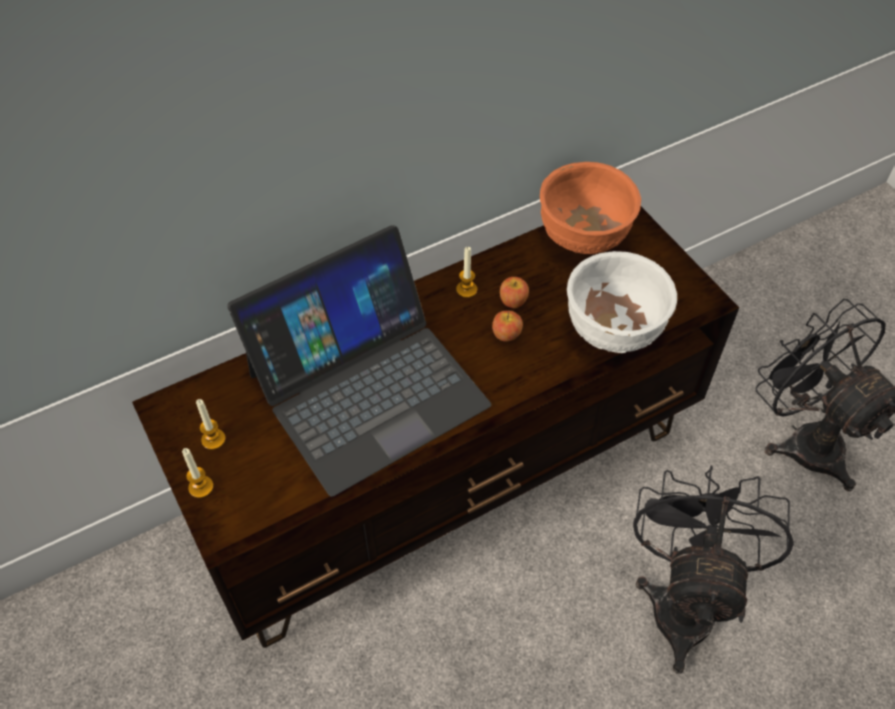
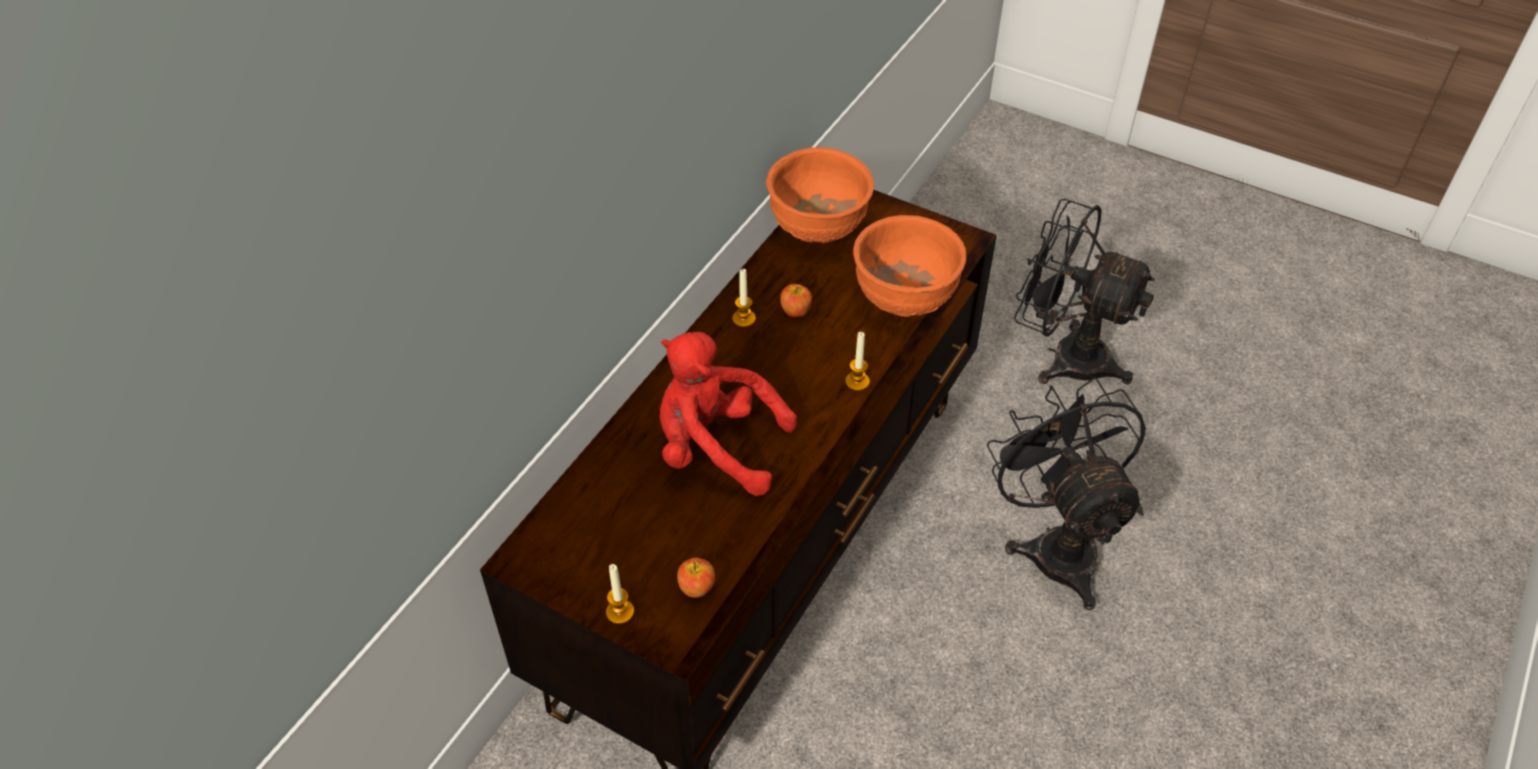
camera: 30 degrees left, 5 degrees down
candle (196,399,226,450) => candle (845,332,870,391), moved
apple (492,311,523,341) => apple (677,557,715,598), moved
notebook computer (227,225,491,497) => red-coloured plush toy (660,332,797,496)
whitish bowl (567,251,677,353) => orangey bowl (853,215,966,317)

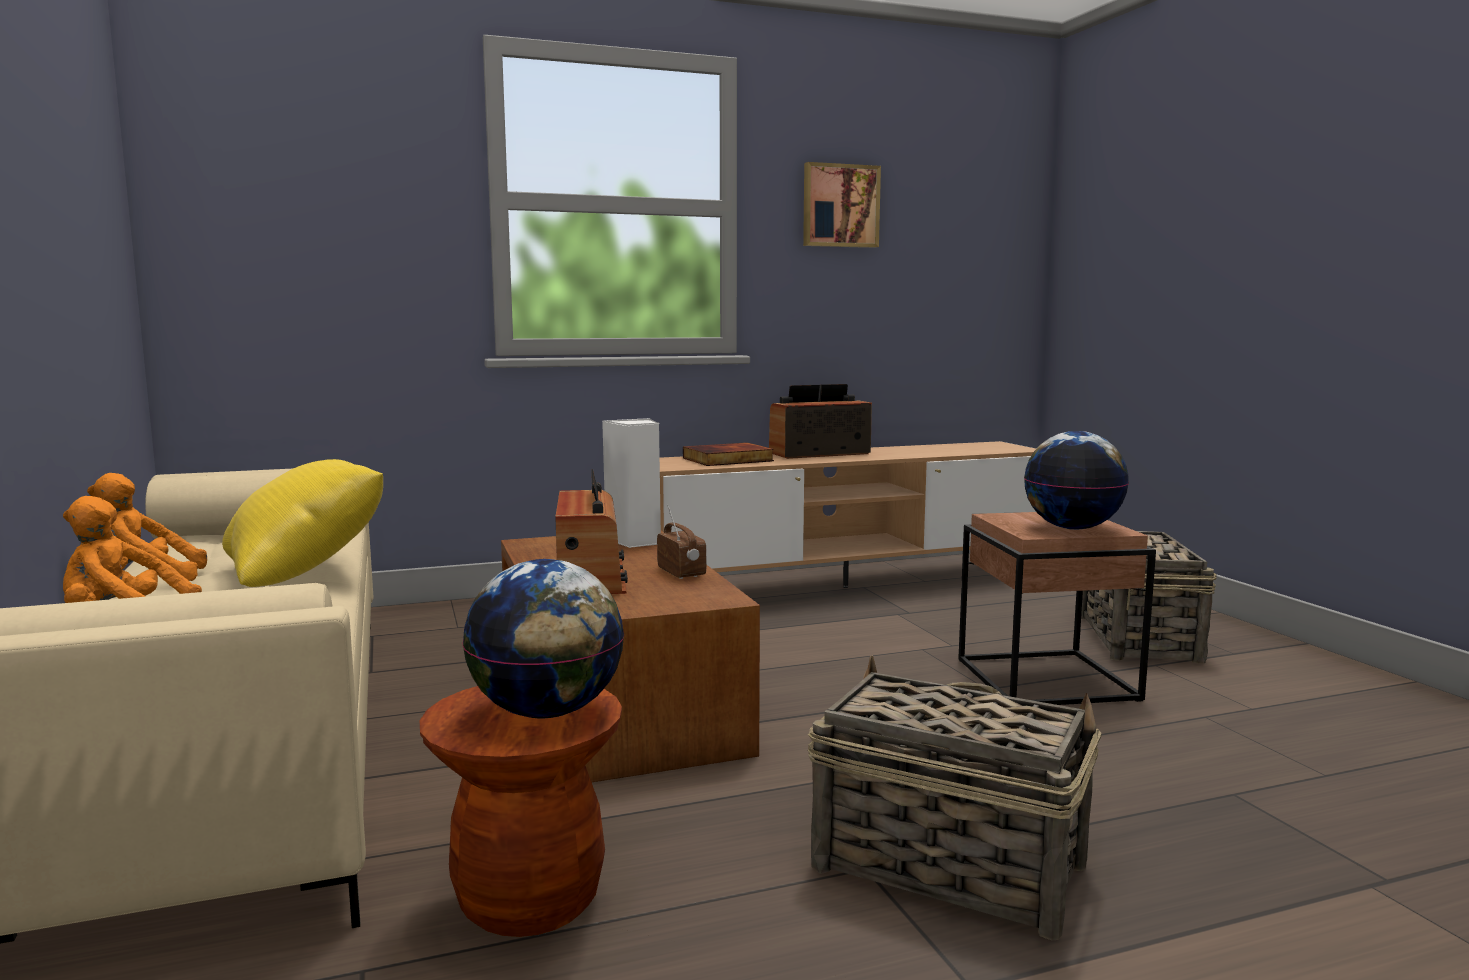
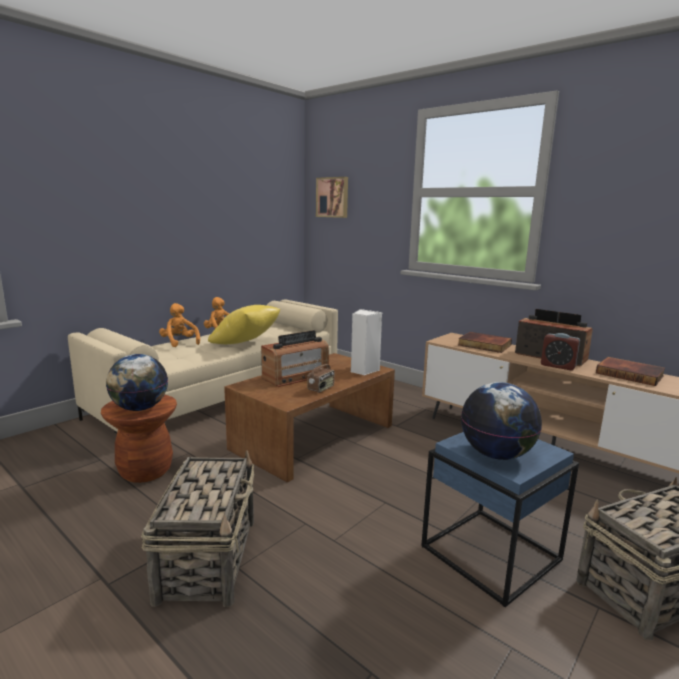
camera: 60 degrees right, 5 degrees up
nothing => bedside clock (541,333,580,370)
nothing => bound book (596,357,665,386)
wall art (803,162,881,248) => wall art (316,177,348,218), moved
brown-coloured accent table (958,512,1156,705) => blue accent table (421,432,579,607)

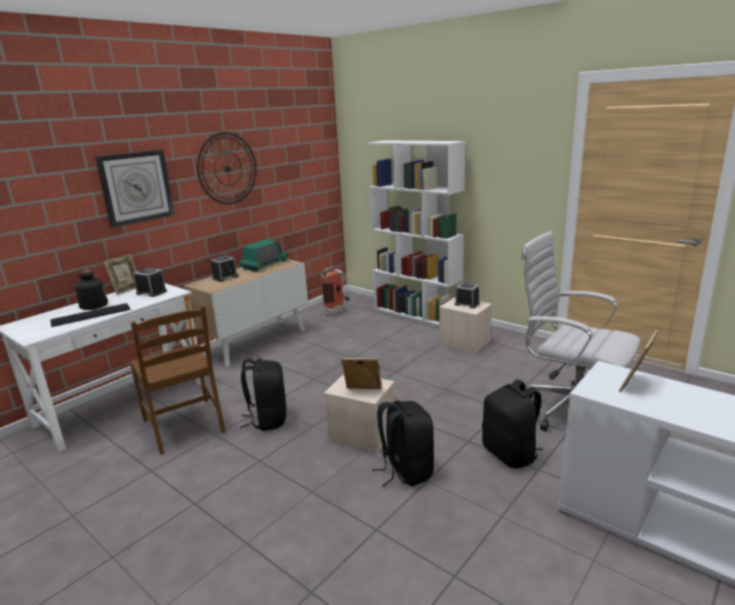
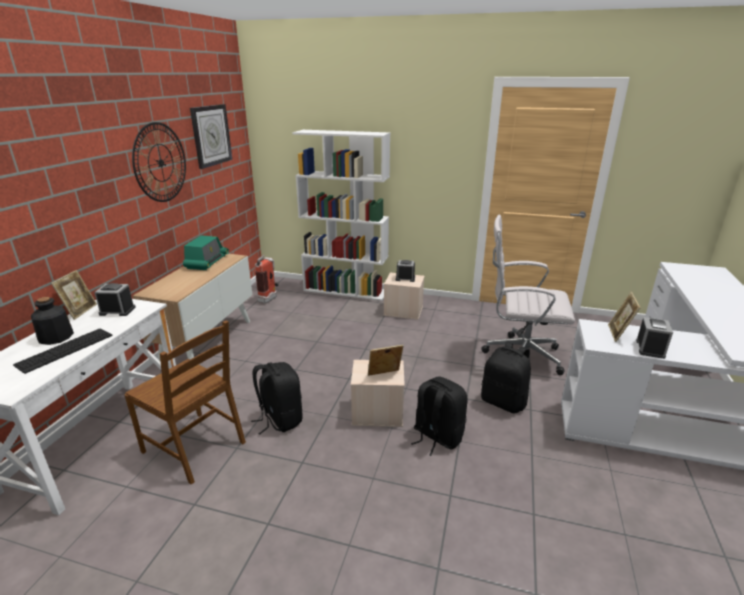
camera: 25 degrees left, 5 degrees up
hanging clock (95,150,175,228) => hanging clock (190,104,232,169), moved
bedside clock (211,256,238,282) => bedside clock (636,317,673,359), moved

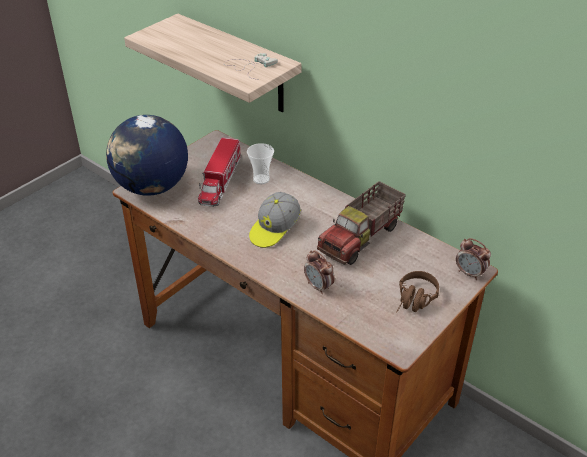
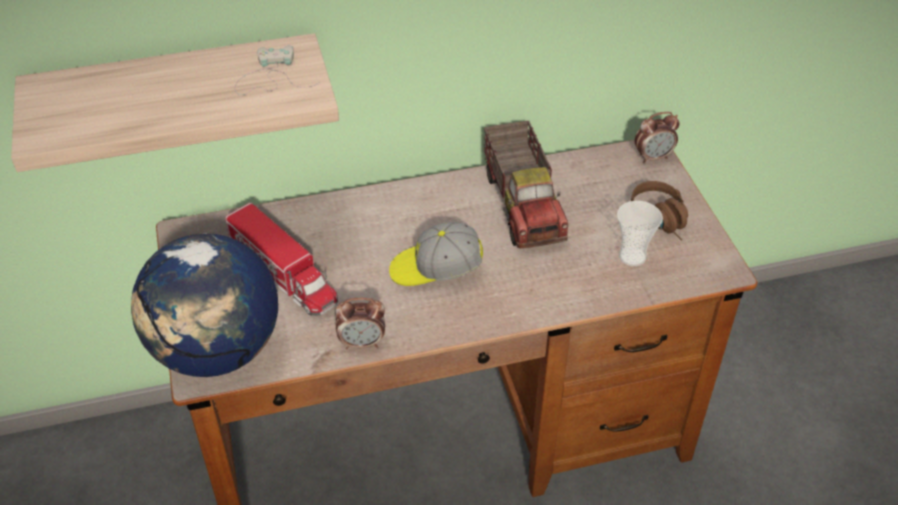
camera: 55 degrees left, 5 degrees up
cup (247,143,274,184) => cup (617,201,663,266), moved
bedside clock (304,250,335,294) => bedside clock (335,297,385,349), moved
peaked cap (249,192,301,248) => peaked cap (389,222,483,286), 105 degrees clockwise

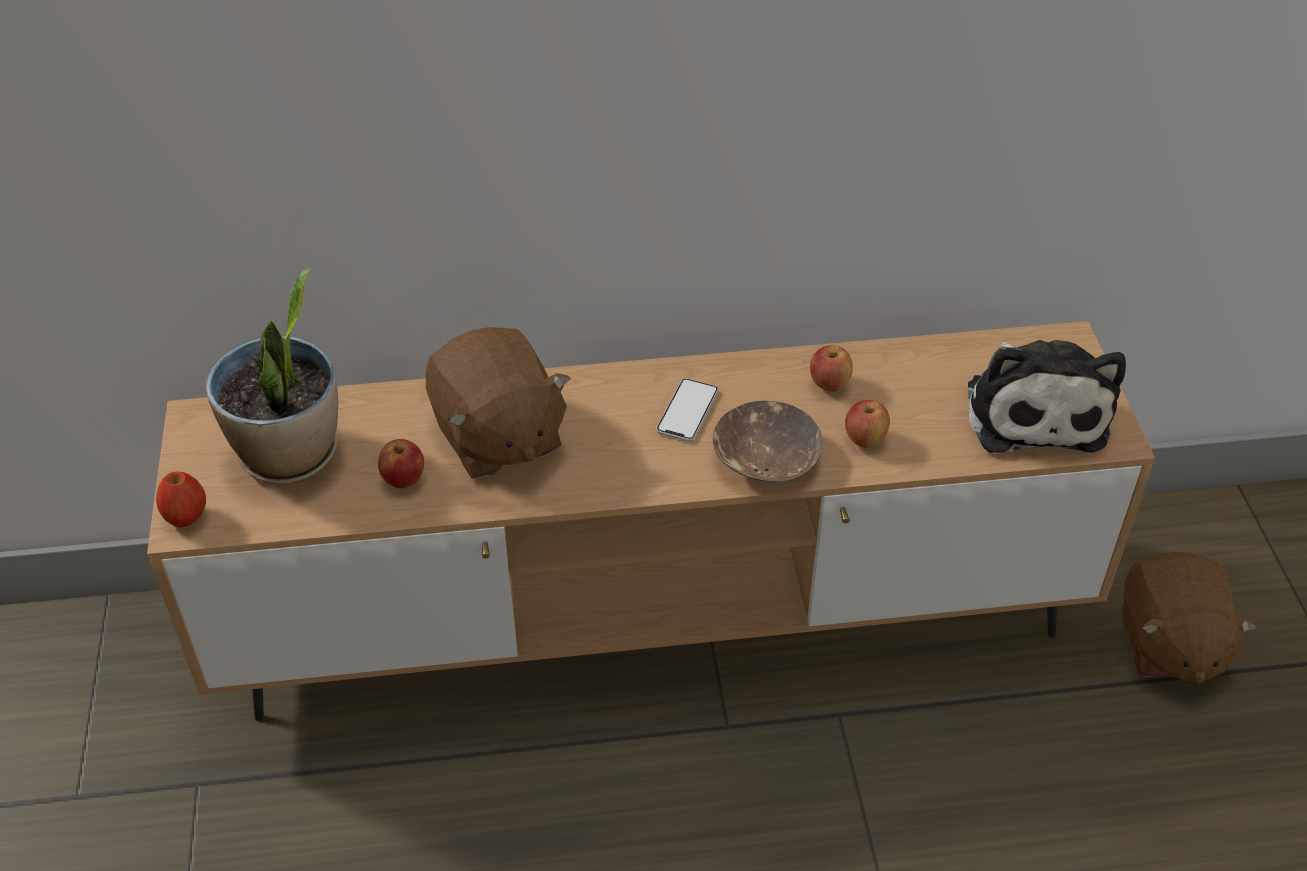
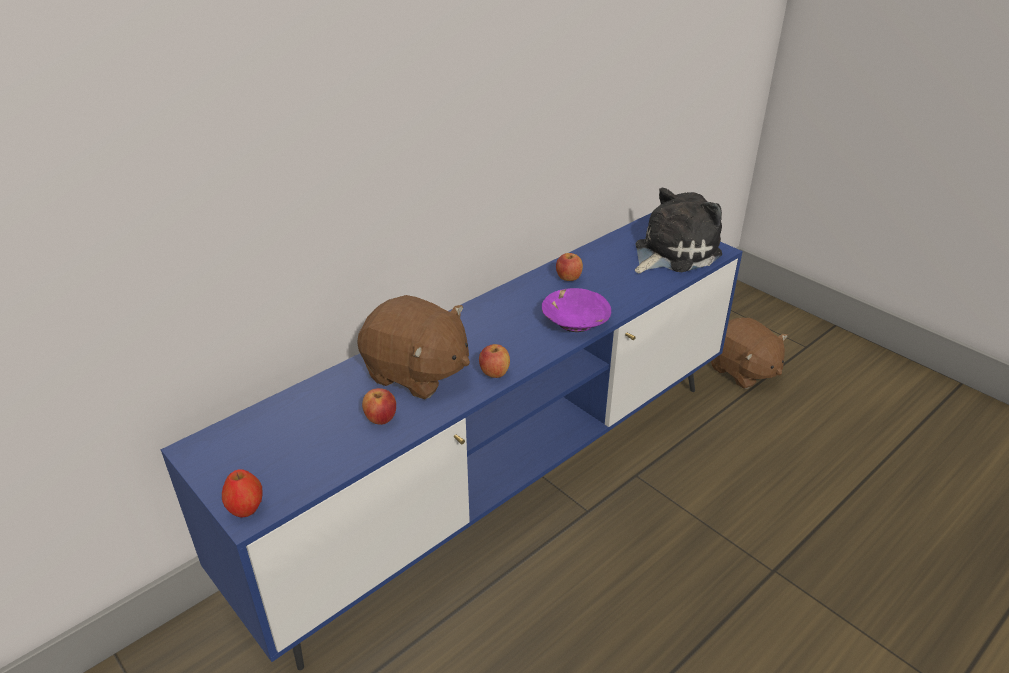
camera: 35 degrees left, 10 degrees down
houseplant (206,269,338,484) => nothing
phone (656,379,719,441) => nothing
apple (845,400,890,448) => apple (479,344,510,378), moved
brown-coloured tv stand (147,321,1155,721) => blue tv stand (161,213,743,670)
brown-coloured bowl (713,401,823,482) => purplish bowl (542,288,611,332)
plush toy (968,340,1126,453) => plush toy (635,188,722,274), 90 degrees counterclockwise

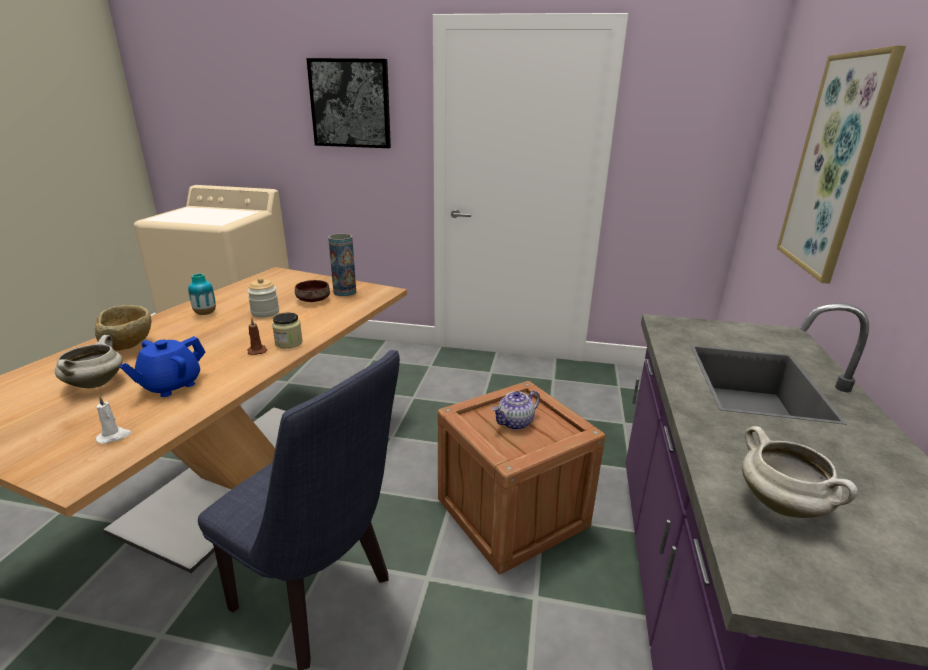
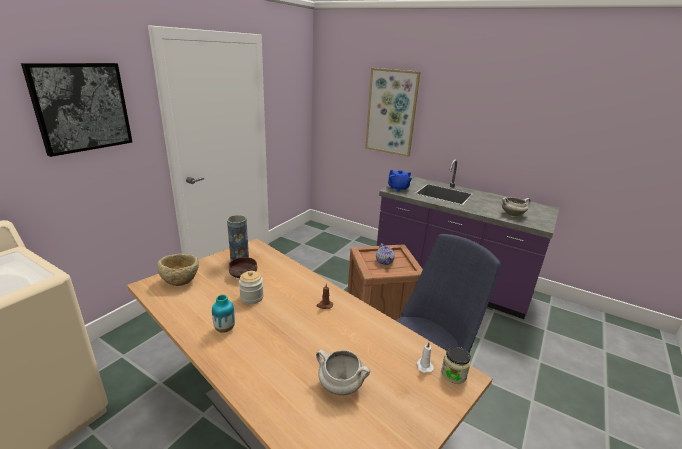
camera: 70 degrees left, 0 degrees up
beige bowl (95,305,152,351) => beige bowl (157,254,199,286), moved
blue tea pot (119,336,205,397) => blue tea pot (388,170,412,192), moved
jar (272,313,303,348) => jar (441,346,471,384), moved

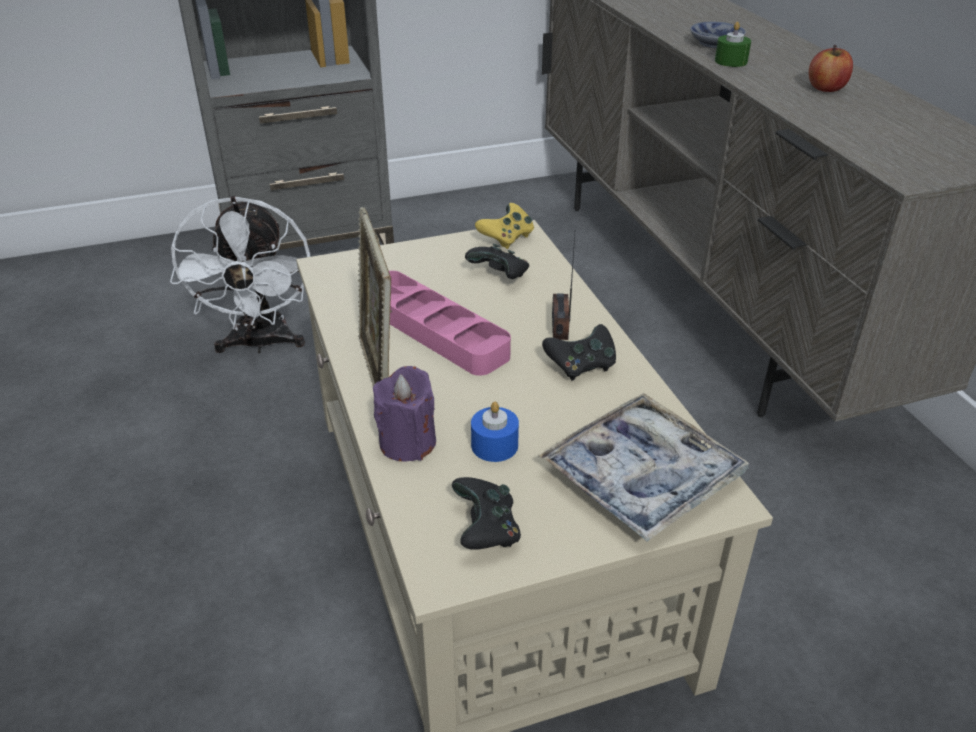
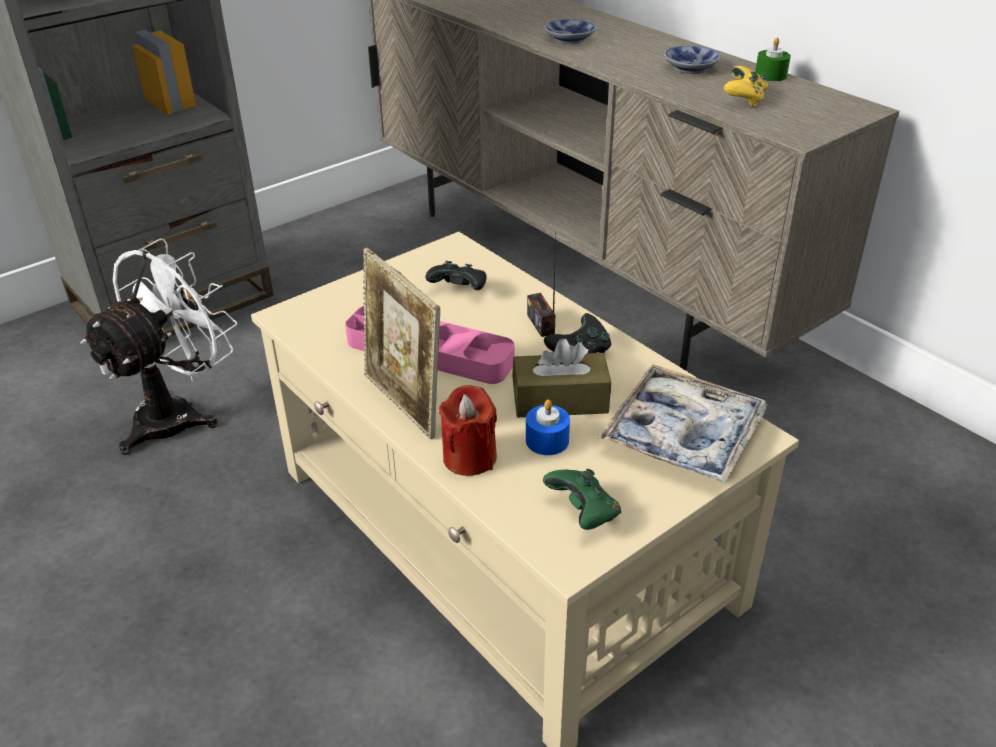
camera: 20 degrees left, 0 degrees up
nothing => brown-coloured tissue holder (512,338,611,417)
yellow joypad (475,203,534,249) => yellow joypad (724,66,768,107), moved
greenish candle (715,22,751,67) => greenish candle (755,38,791,81), moved
apple (809,45,853,92) => bowl (664,45,720,74)
purplish candle (373,366,436,462) => red-coloured candle (439,385,497,476)
blackish joypad (452,477,521,550) => greenish joypad (543,469,622,530)
whitish electric fan (170,196,311,353) => whitish electric fan (80,238,237,455), 120 degrees counterclockwise

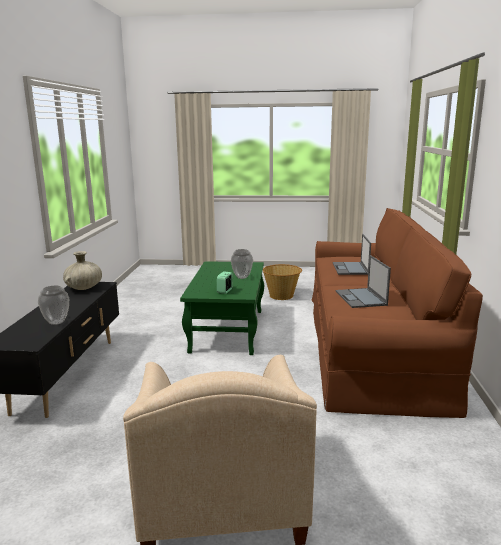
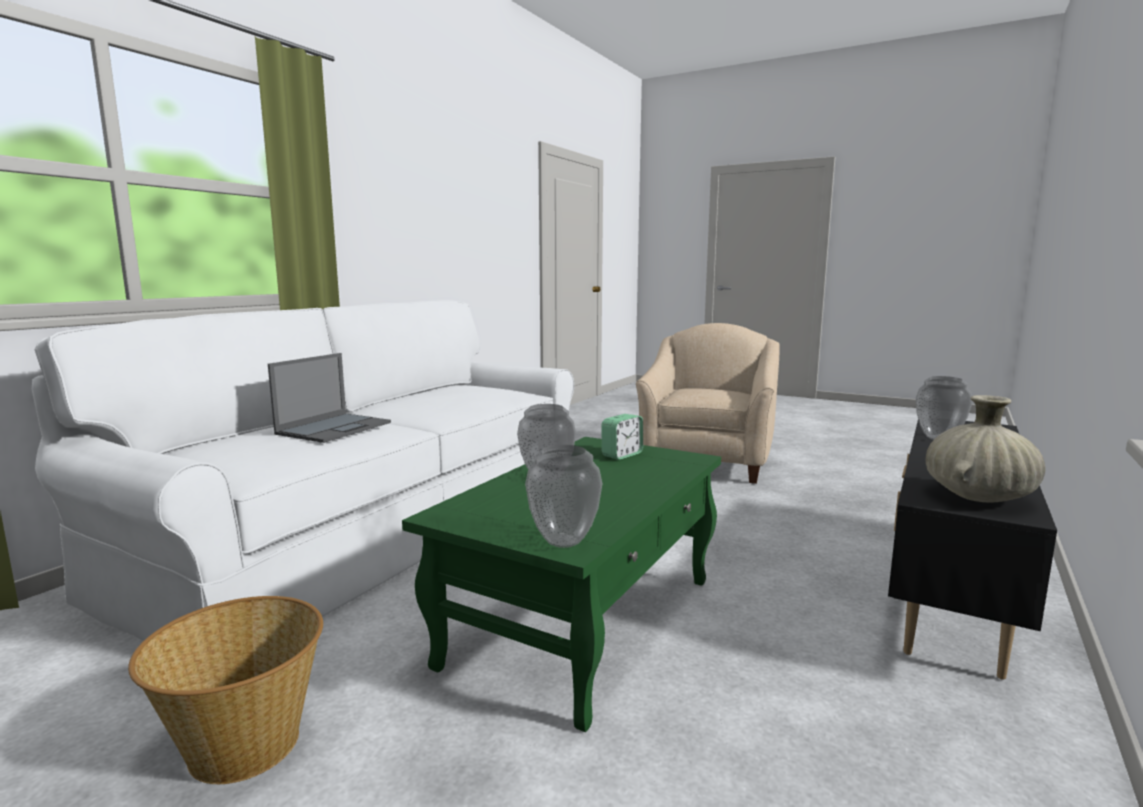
camera: 155 degrees left, 5 degrees down
notebook computer (336,255,391,308) => nothing
nothing => vase (525,445,602,548)
brown-coloured settee (312,208,483,418) => whitish settee (32,300,574,641)

